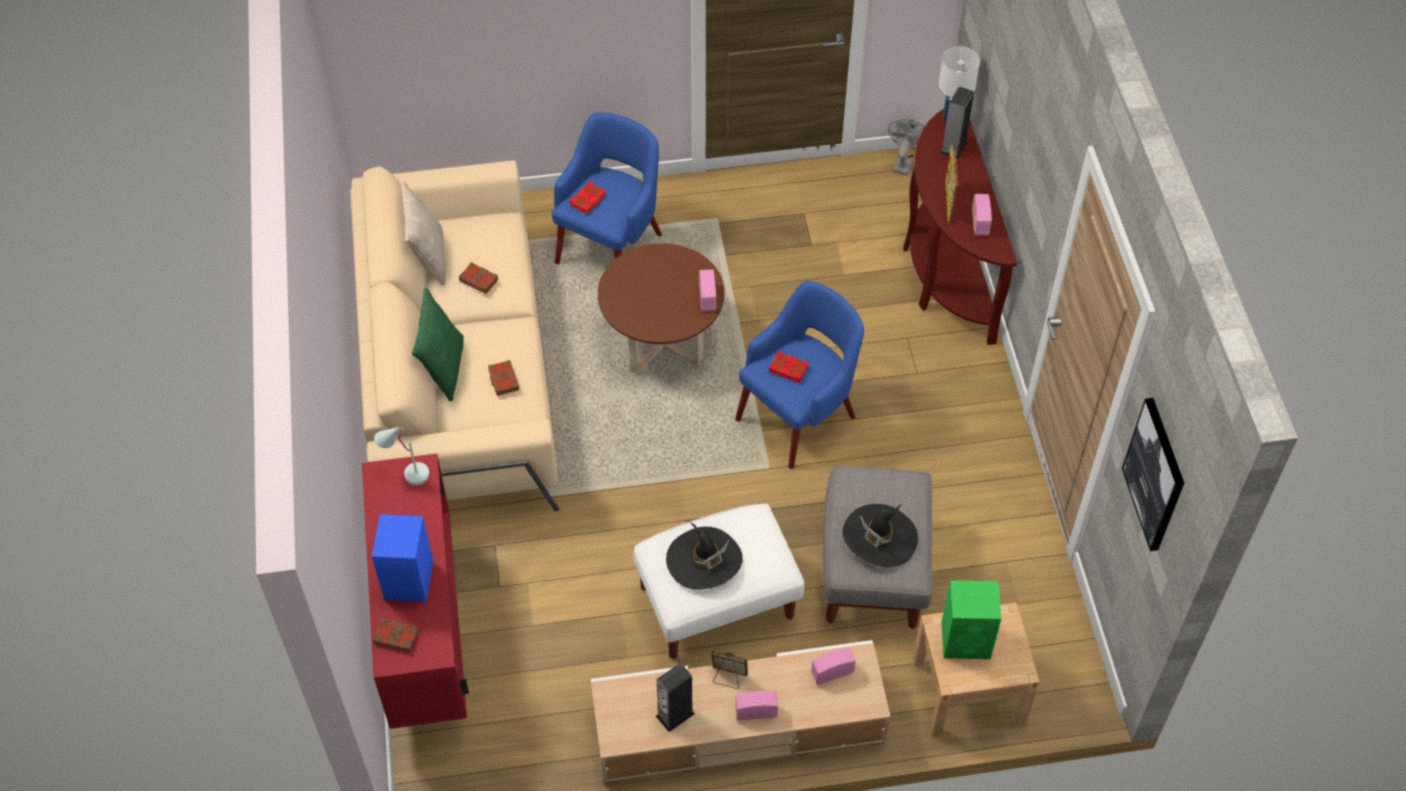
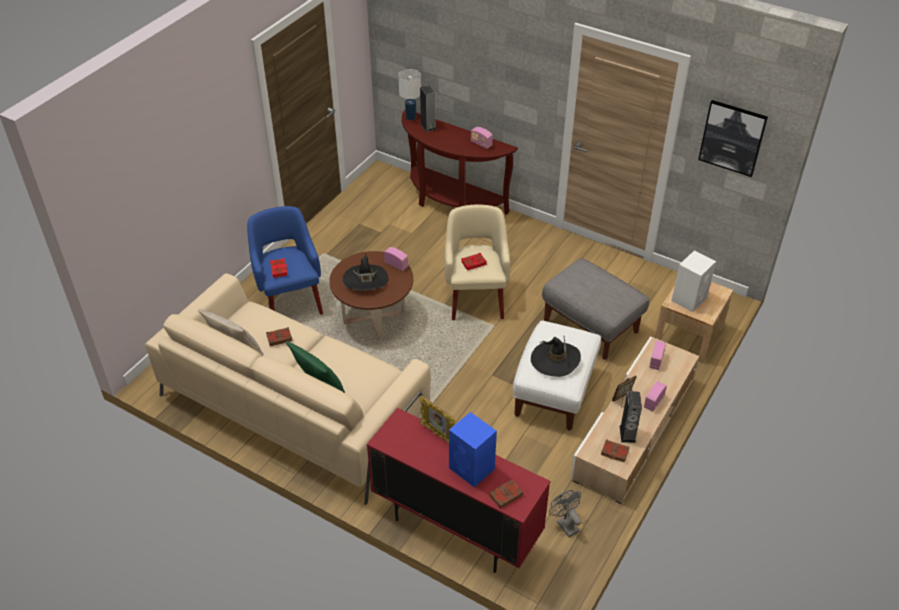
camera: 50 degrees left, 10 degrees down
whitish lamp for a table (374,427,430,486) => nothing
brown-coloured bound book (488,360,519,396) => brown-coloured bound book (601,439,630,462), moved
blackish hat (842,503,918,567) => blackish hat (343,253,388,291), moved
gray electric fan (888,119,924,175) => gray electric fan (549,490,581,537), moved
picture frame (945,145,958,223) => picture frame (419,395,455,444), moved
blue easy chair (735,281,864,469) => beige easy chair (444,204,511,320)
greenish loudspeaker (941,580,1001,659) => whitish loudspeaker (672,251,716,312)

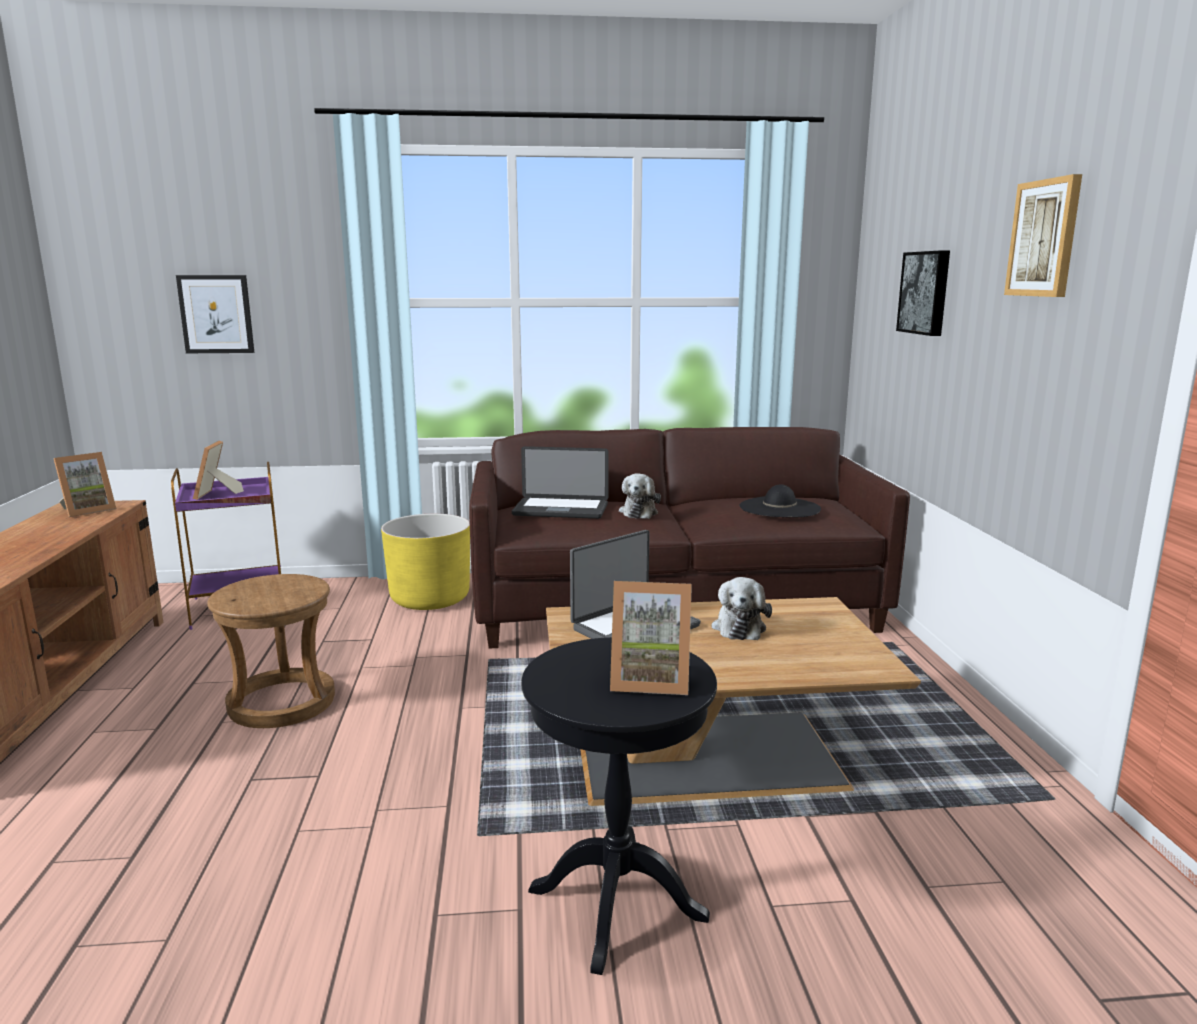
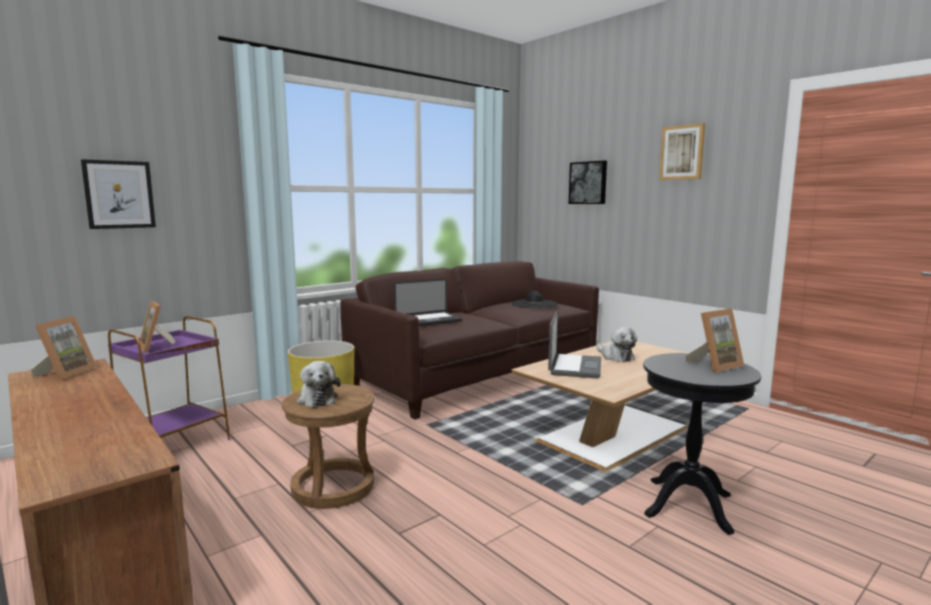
camera: 35 degrees left, 5 degrees down
plush toy (619,473,661,519) => plush toy (297,361,341,407), moved

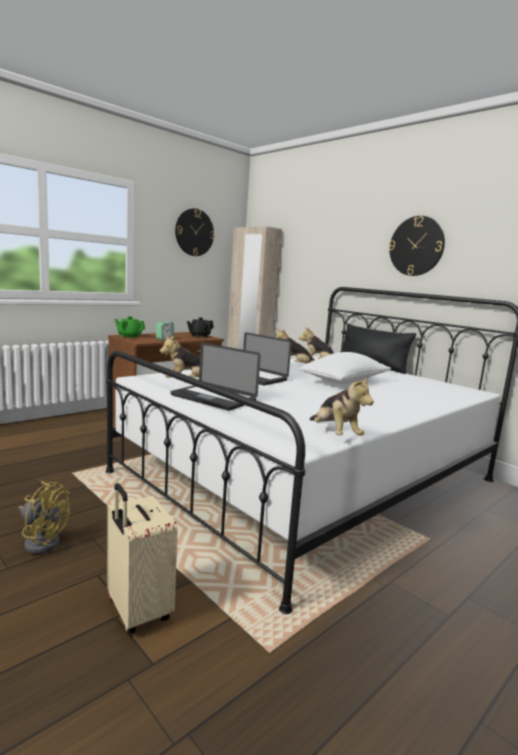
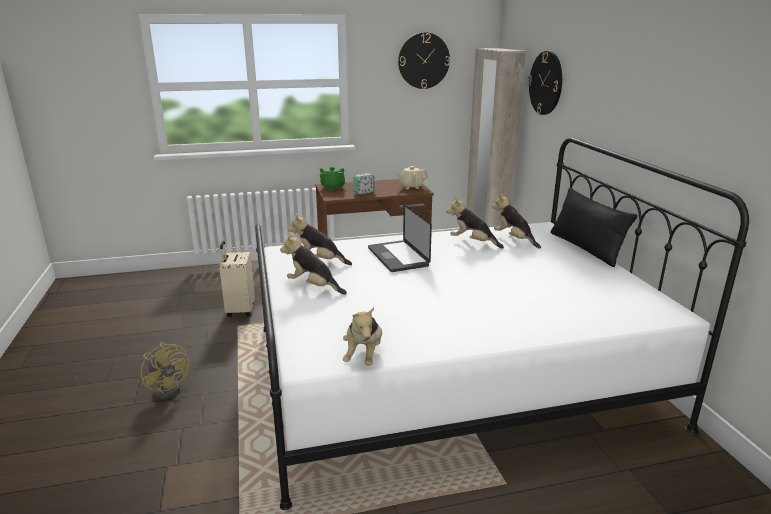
camera: 30 degrees right, 10 degrees up
whitish throw pillow (299,352,391,384) => nothing
beige suitcase (107,483,178,634) => beige suitcase (219,241,255,317), moved
hanging clock (389,216,445,276) => hanging clock (527,51,562,115), moved
notebook computer (171,343,261,411) => plush toy (280,232,347,295)
blackish tea pot (187,317,214,337) => beige tea pot (395,166,428,189)

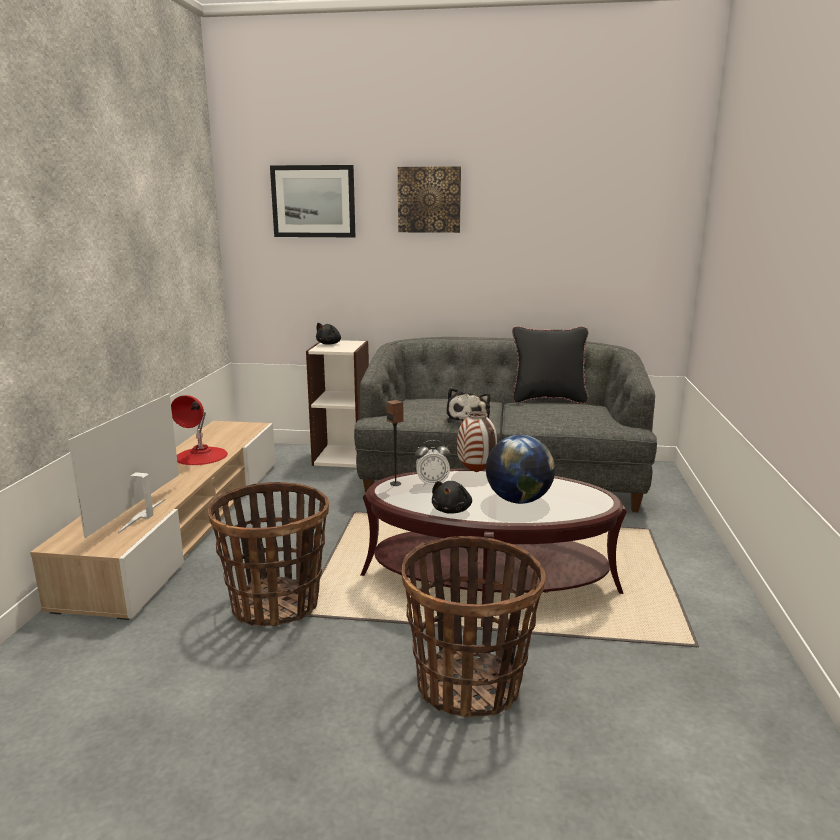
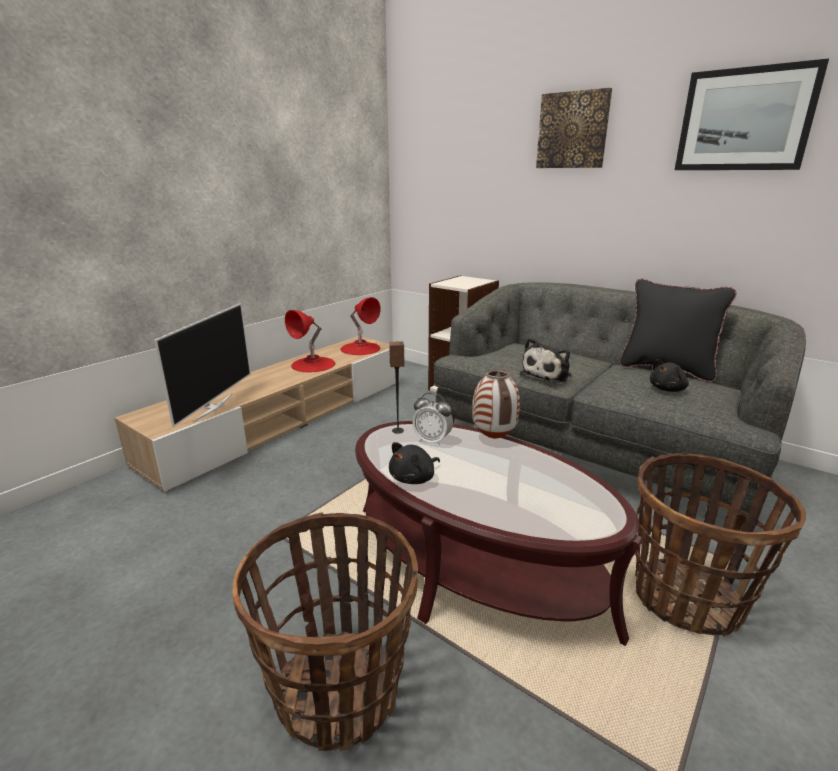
camera: 30 degrees right, 5 degrees up
globe (486,435,555,504) => nothing
nothing => red-coloured lamp for a table (340,297,381,355)
storage basket (208,482,329,626) => storage basket (635,453,806,637), moved
wall art (270,165,355,237) => wall art (675,58,829,170), moved
blackish plush toy (316,323,341,345) => blackish plush toy (650,359,689,392), moved
TV set (68,393,179,538) => TV set (154,303,251,427), 150 degrees clockwise

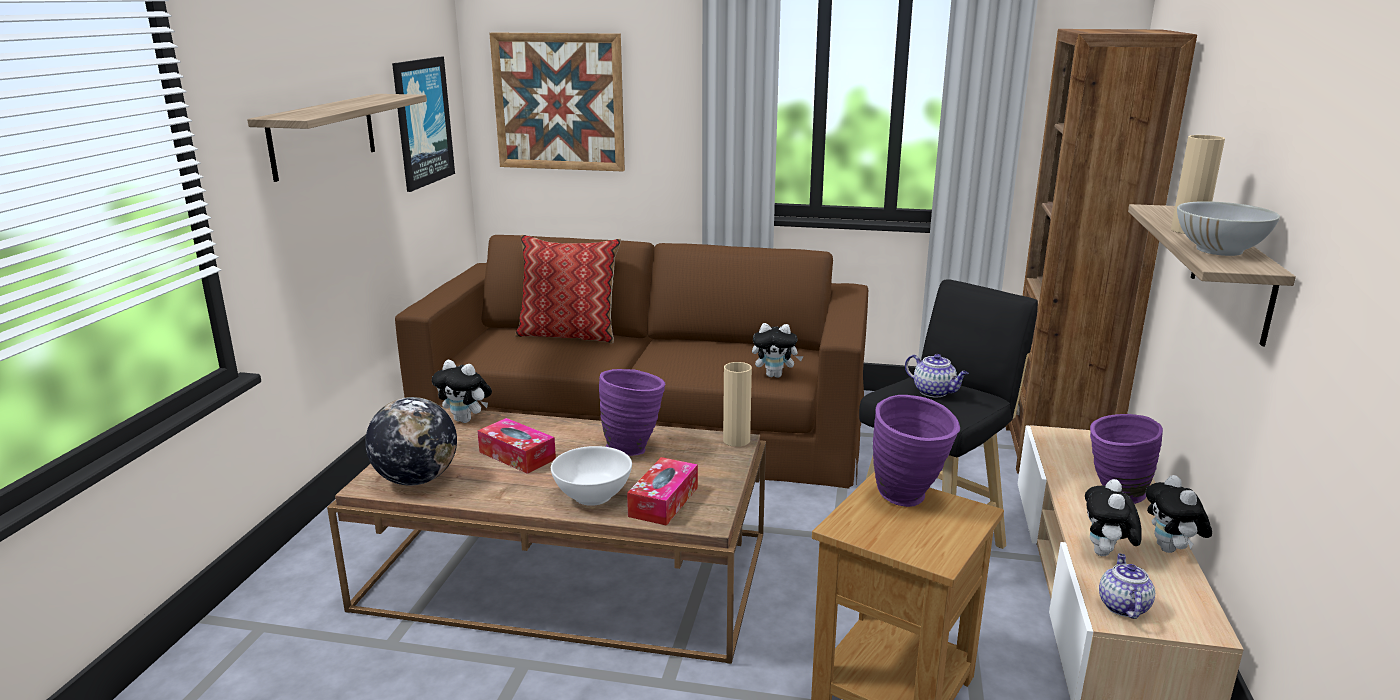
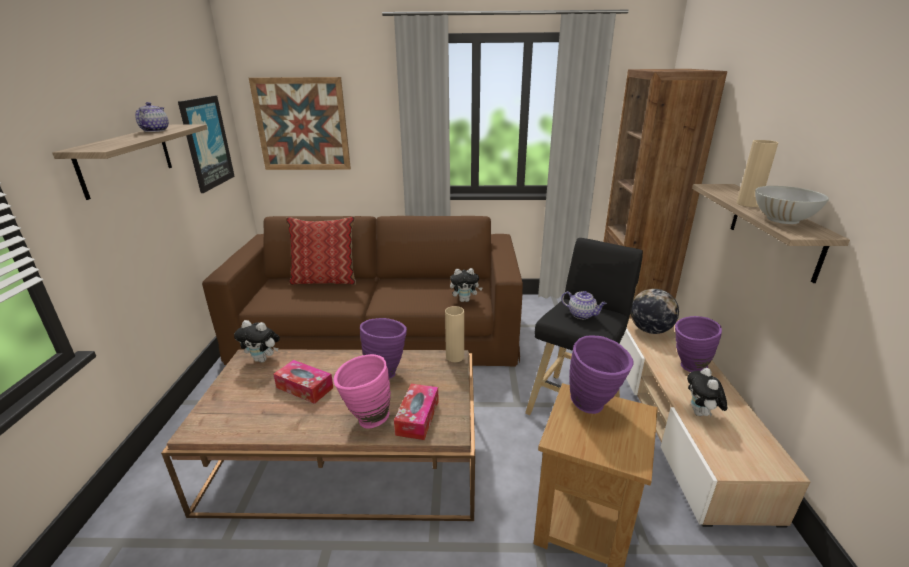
camera: 10 degrees left, 5 degrees up
plush toy (1145,475,1212,553) => nothing
globe (365,397,457,485) => globe (630,289,679,334), moved
tea pot (1099,553,1155,619) => tea pot (135,102,169,132), moved
whitish bowl (551,446,632,506) => pink-coloured vase (334,354,391,428)

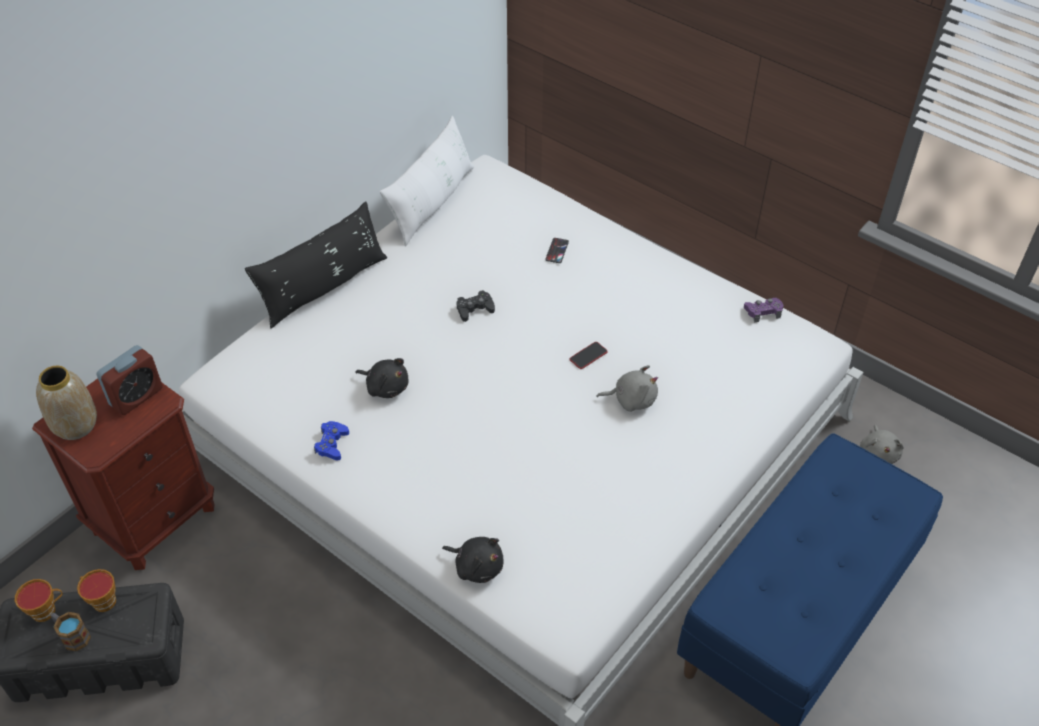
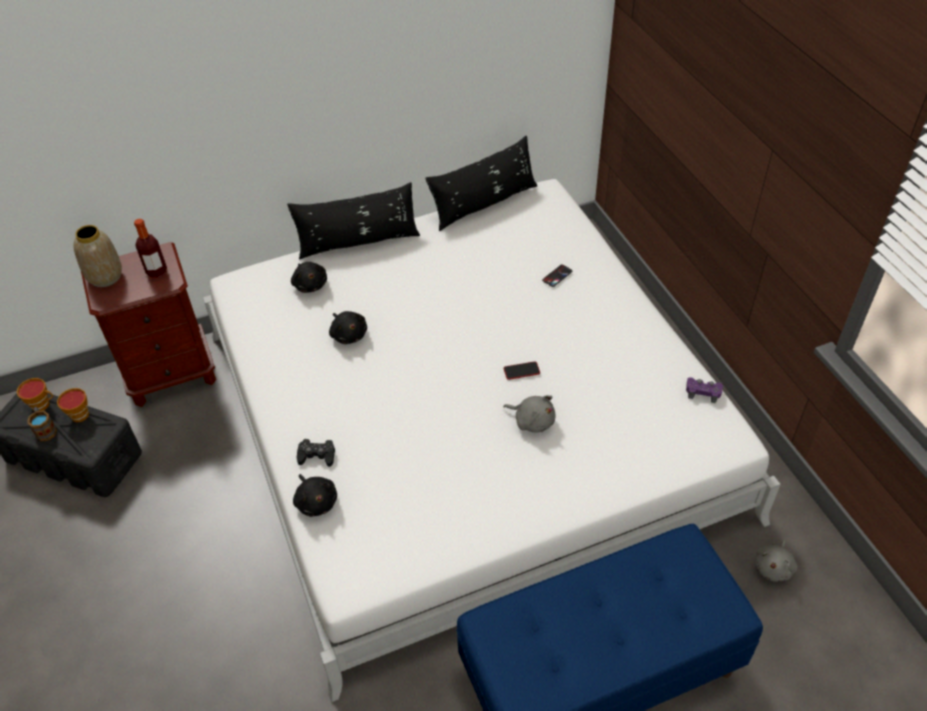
camera: 30 degrees right, 0 degrees up
blue joypad (314,421,349,460) => nothing
nothing => blackish plush toy (291,262,327,293)
blackish joypad (456,290,495,322) => blackish joypad (296,439,335,467), moved
bedside clock (96,345,163,415) => drink bottle (134,219,167,278)
whitish throw pillow (380,116,474,246) => blackish throw pillow (426,136,537,231)

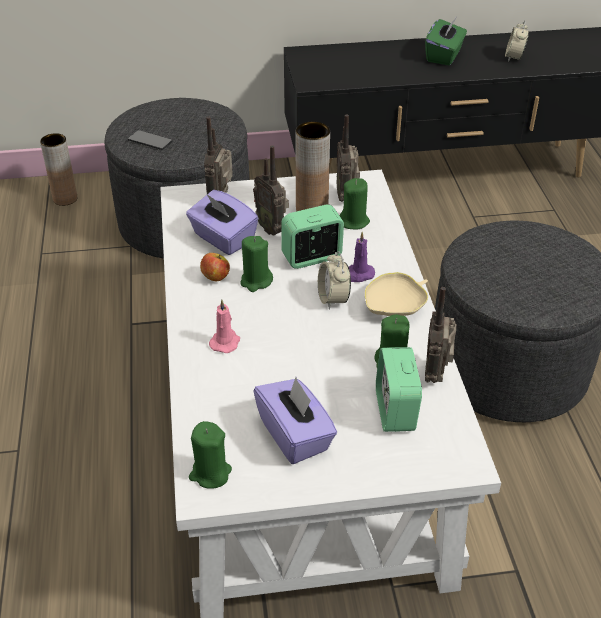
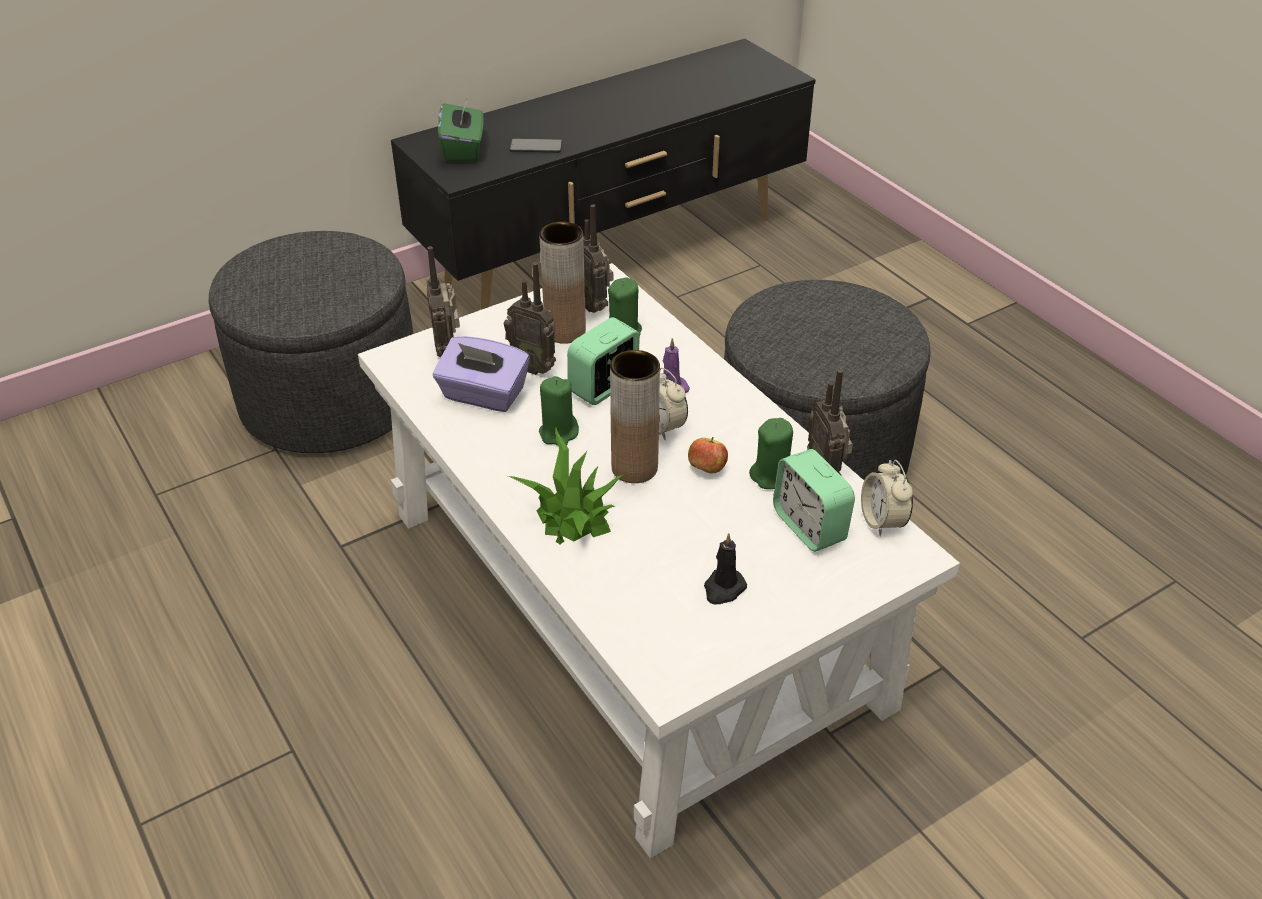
camera: 25 degrees left, 0 degrees up
greenish candle (189,421,232,489) => nothing
beige bowl (364,272,428,316) => nothing
brown-coloured vase (40,133,77,206) => brown-coloured vase (610,350,660,483), moved
phone (128,130,173,150) => phone (510,139,562,152), moved
apple (200,253,230,281) => apple (688,437,728,473), moved
greenish tissue holder (425,17,467,65) => greenish tissue holder (438,97,483,162), moved
bedside clock (505,20,529,62) => bedside clock (861,460,913,536), moved
pink-coloured candle (209,300,240,353) => houseplant (508,426,624,544)
purplish tissue holder (254,377,337,464) => blackish candle (704,533,747,605)

